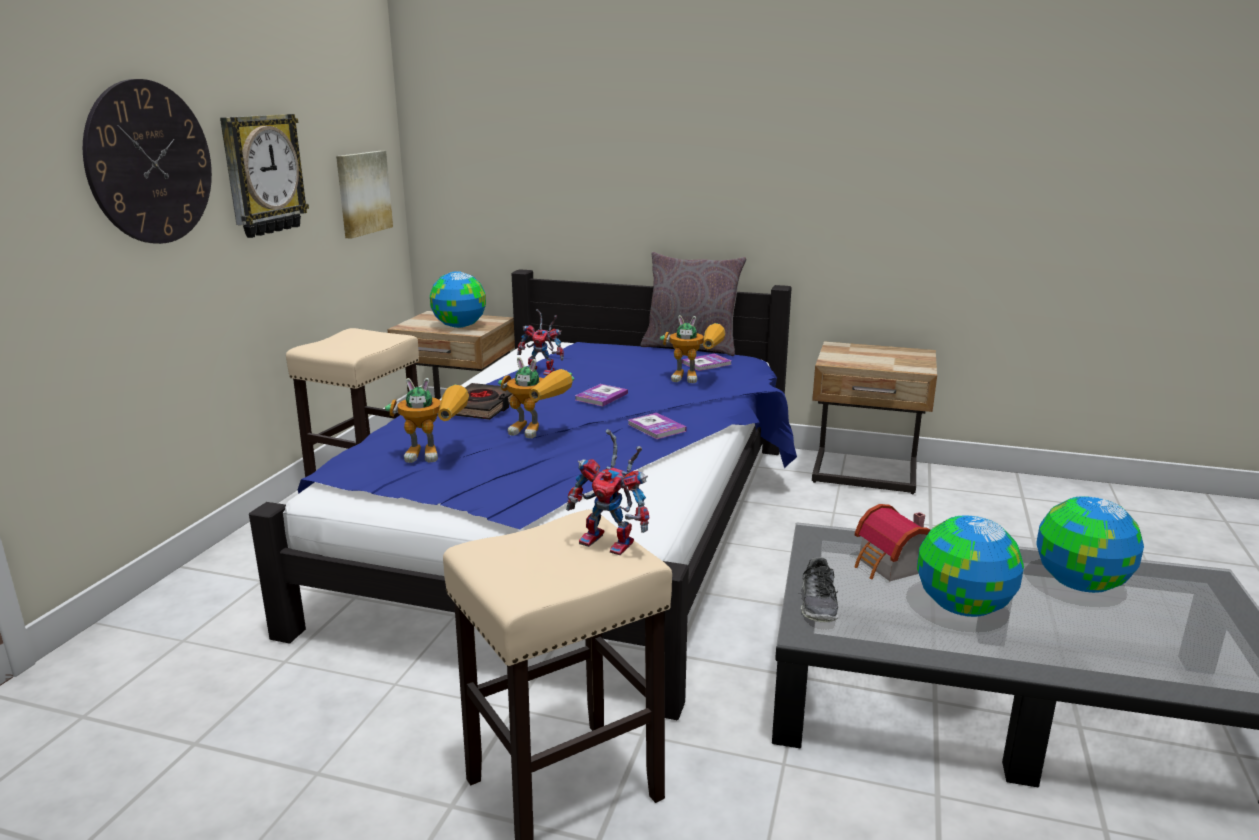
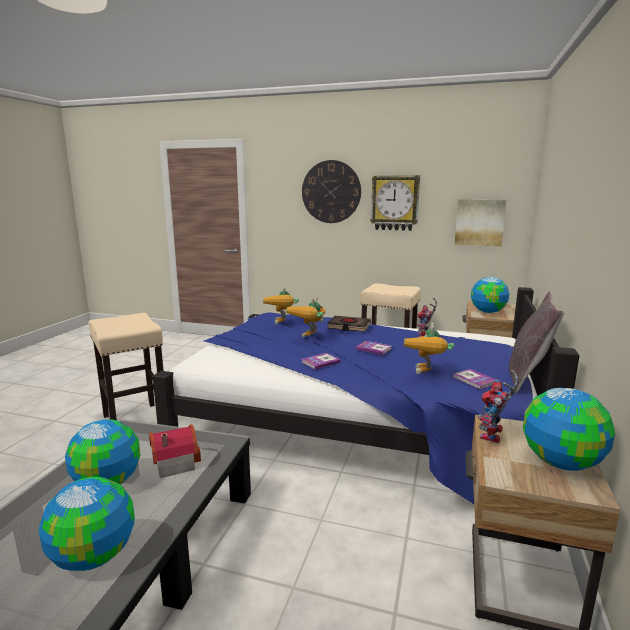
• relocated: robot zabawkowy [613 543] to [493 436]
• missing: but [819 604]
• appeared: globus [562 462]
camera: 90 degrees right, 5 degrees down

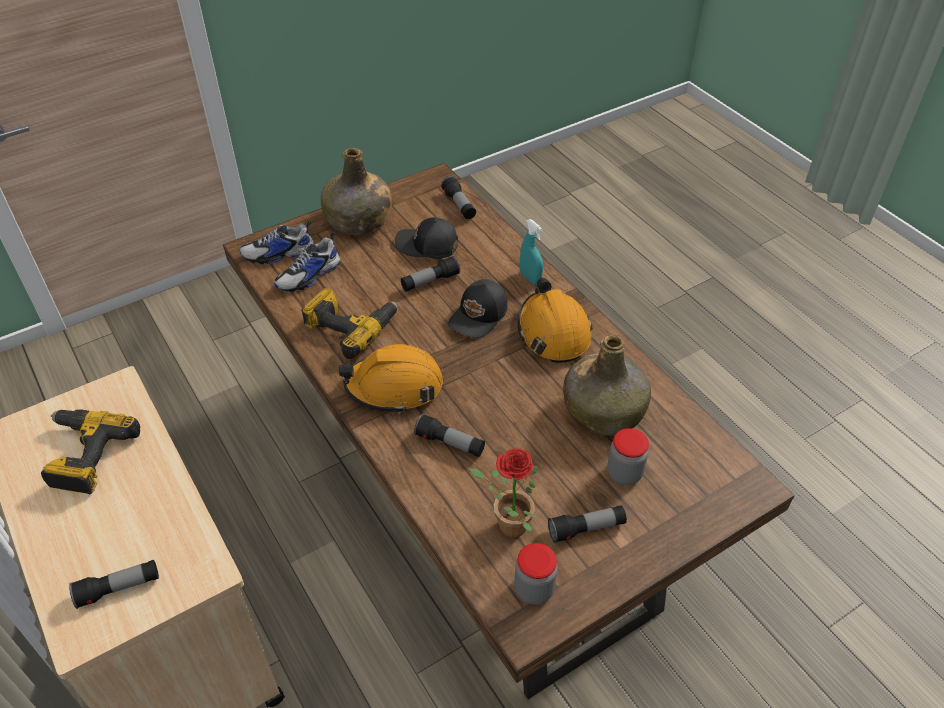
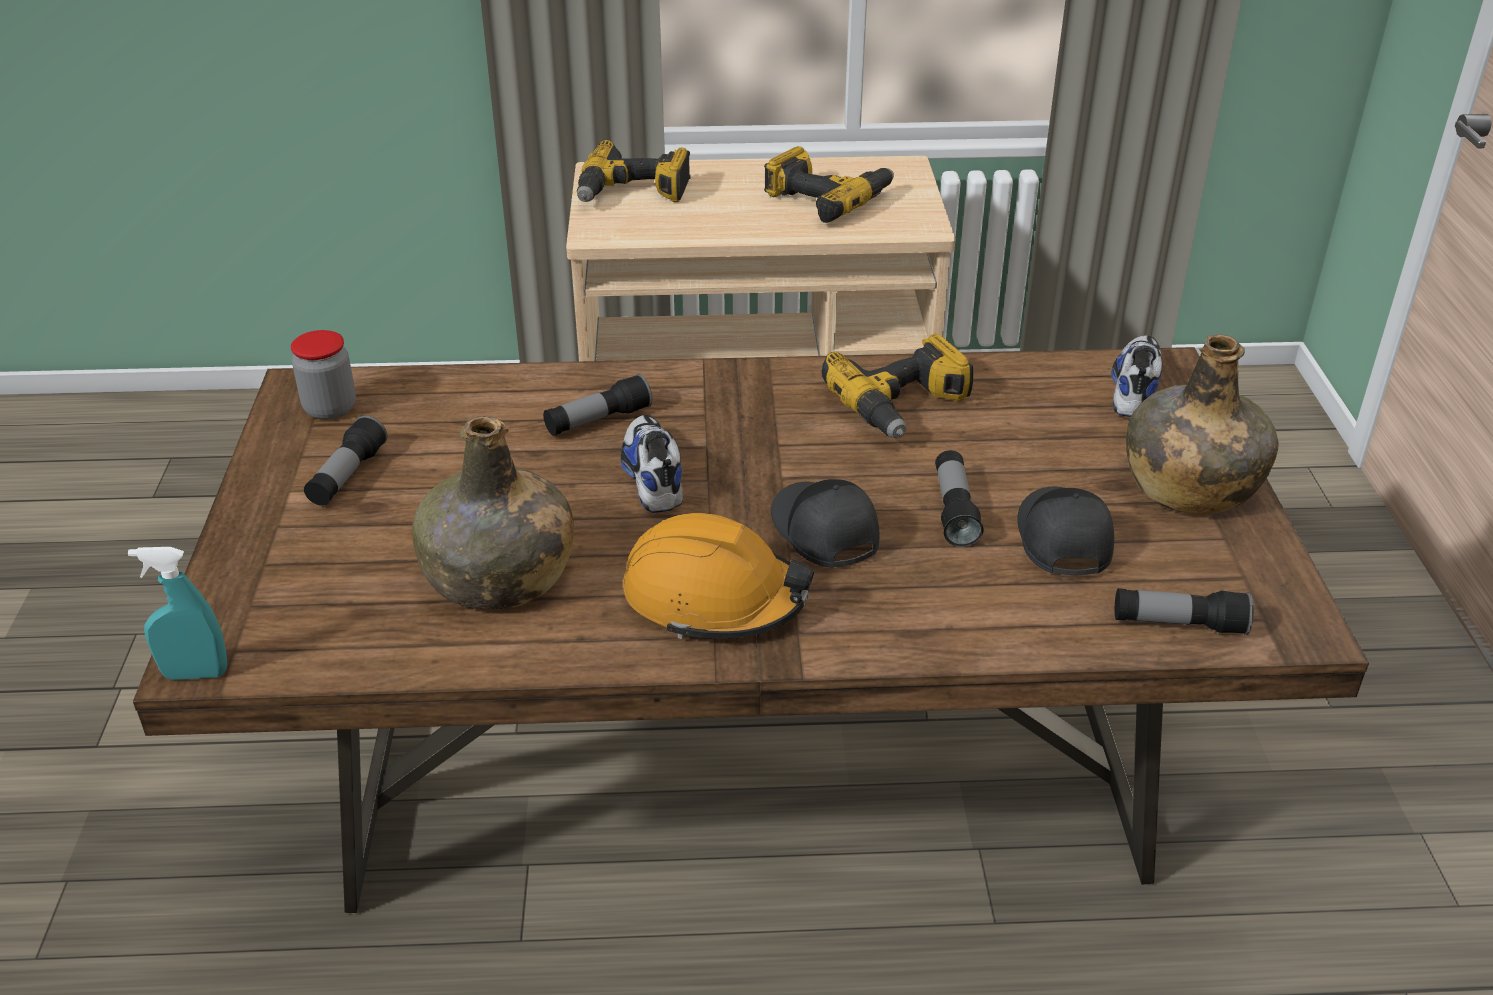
• exchanged: latarka [119 588] to wiertarka [633 193]
• relocated: but [309 276] to [651 475]
• missing: kask [pomarańczowy] [394 386]
• spun: czapka z daszkiem [czarny] [427 246] = [1061 539] 45 degrees counterclockwise
• missing: roślina doniczkowa [506 526]
• relocated: spryskiwacz [turkusowy] [530 278] to [195 674]
• missing: słoik [624 473]
camera: 120 degrees right, 10 degrees down

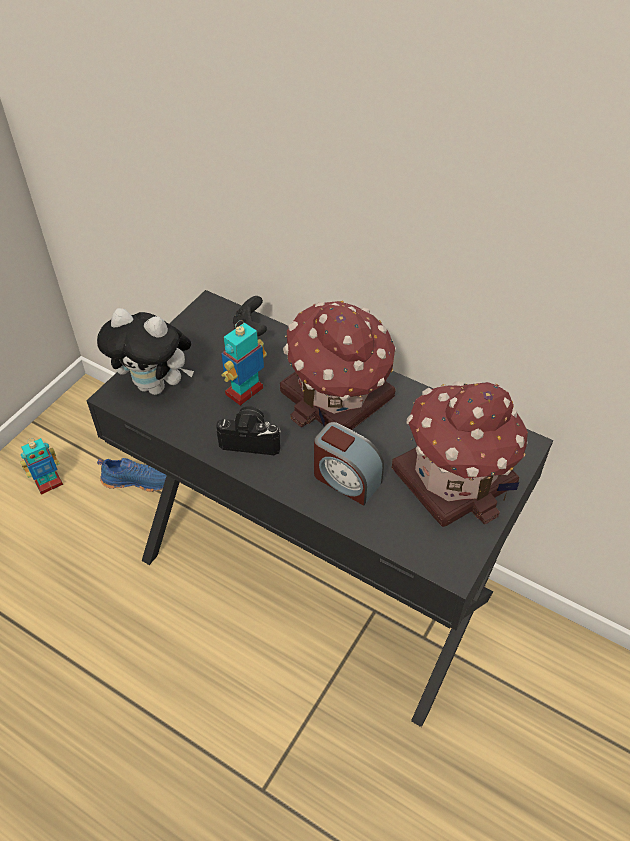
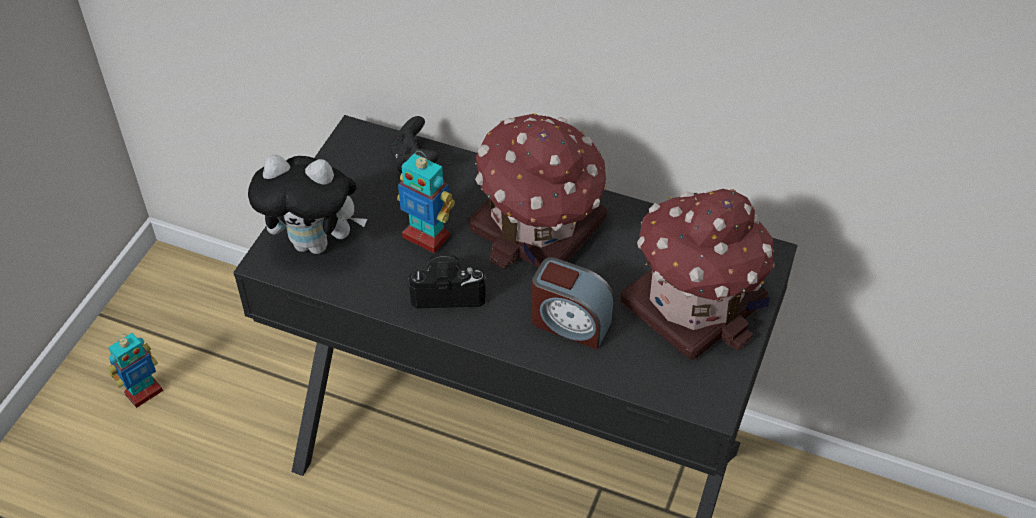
• missing: but [niebieski] [138 480]
• spun: robot zabawkowy [245 392] = [426 236] 90 degrees counterclockwise
camera: 10 degrees left, 0 degrees up

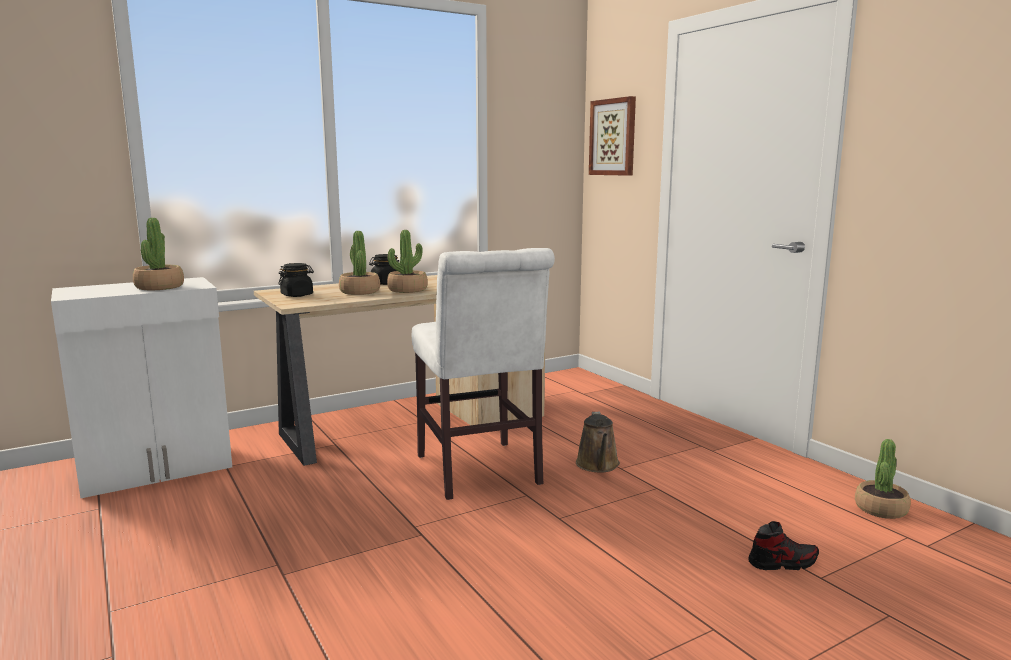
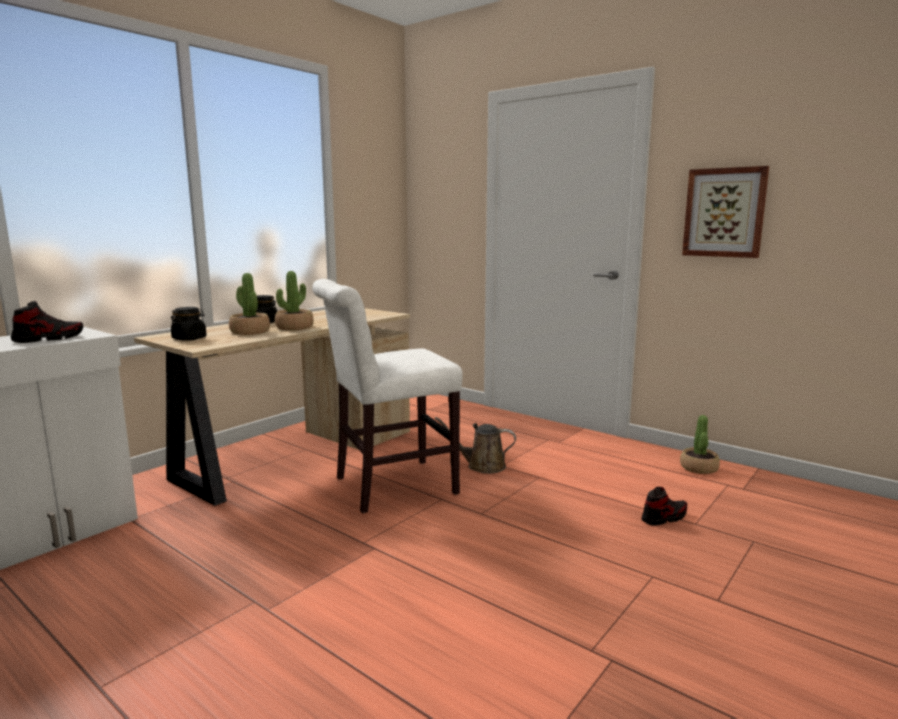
• exchanged: roślina doniczkowa [159 287] to but [49 339]
• spun: krzesło [biały] [480 473] = [389 487] 105 degrees clockwise
• spun: konewka [brązowy] [598 465] = [482 466] 120 degrees clockwise
• relocated: obraz [613 137] to [724 212]
camera: 20 degrees left, 0 degrees up

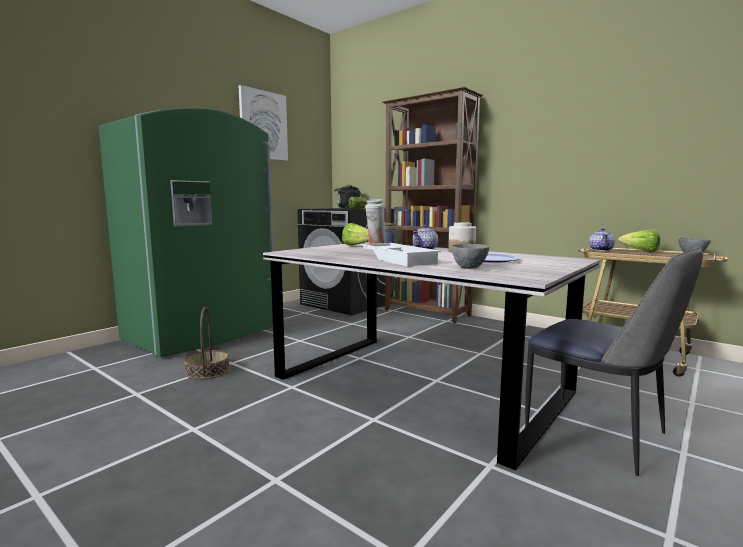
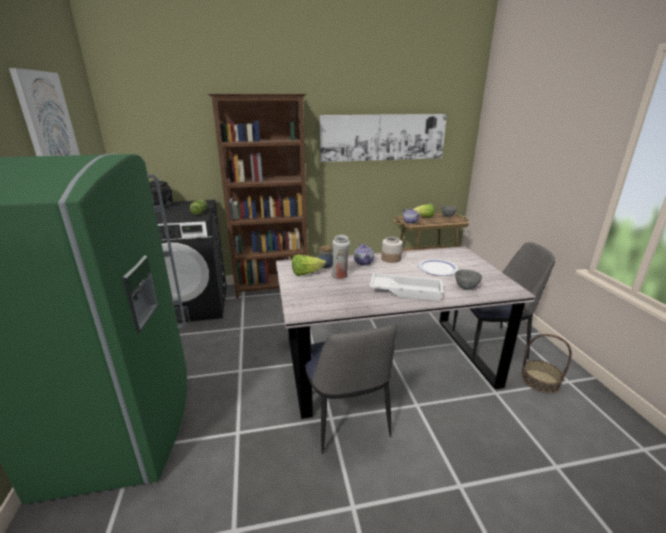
• relocated: koszyk [208 371] to [540 381]
• appeared: krzesło [346 419]
• appeared: obraz [383 137]
camera: 50 degrees left, 15 degrees up

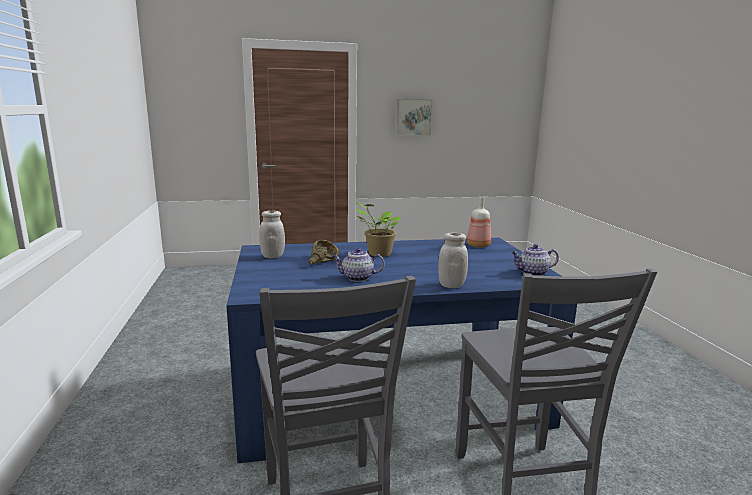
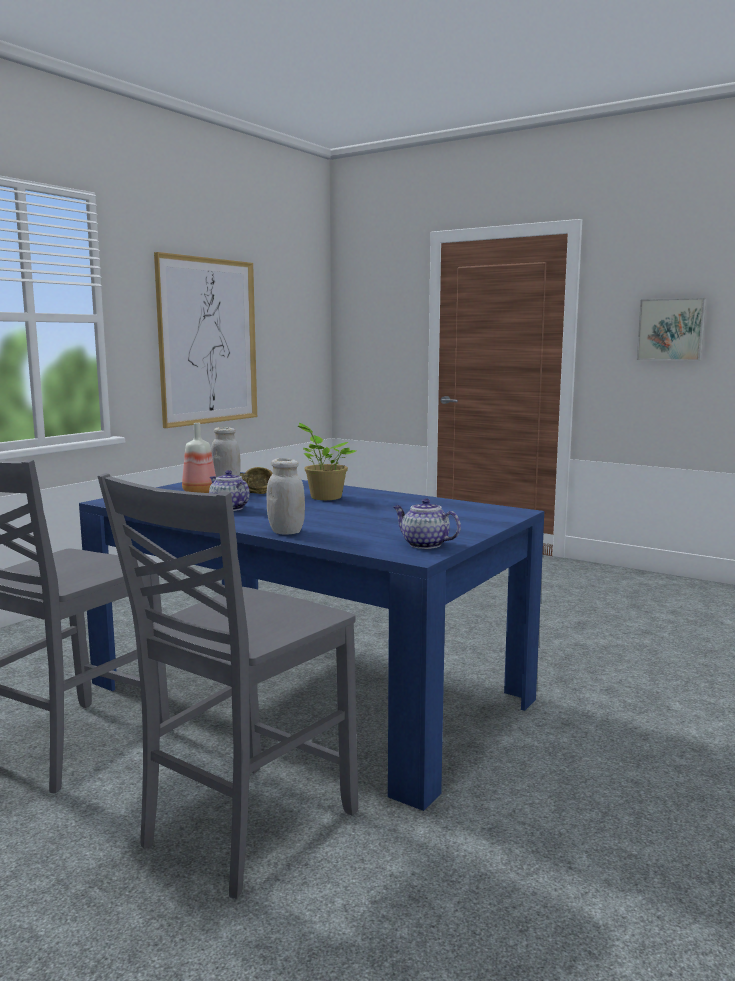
• relocated: butelka [479 245] to [200 492]
• appeared: obraz [208 341]
camera: 45 degrees right, 5 degrees down

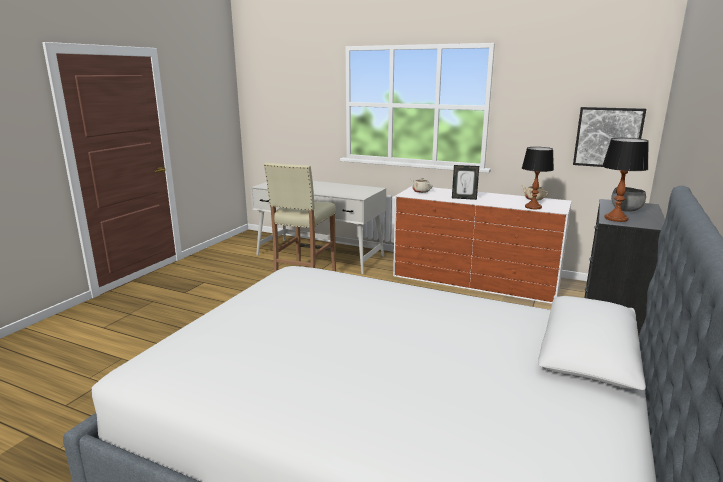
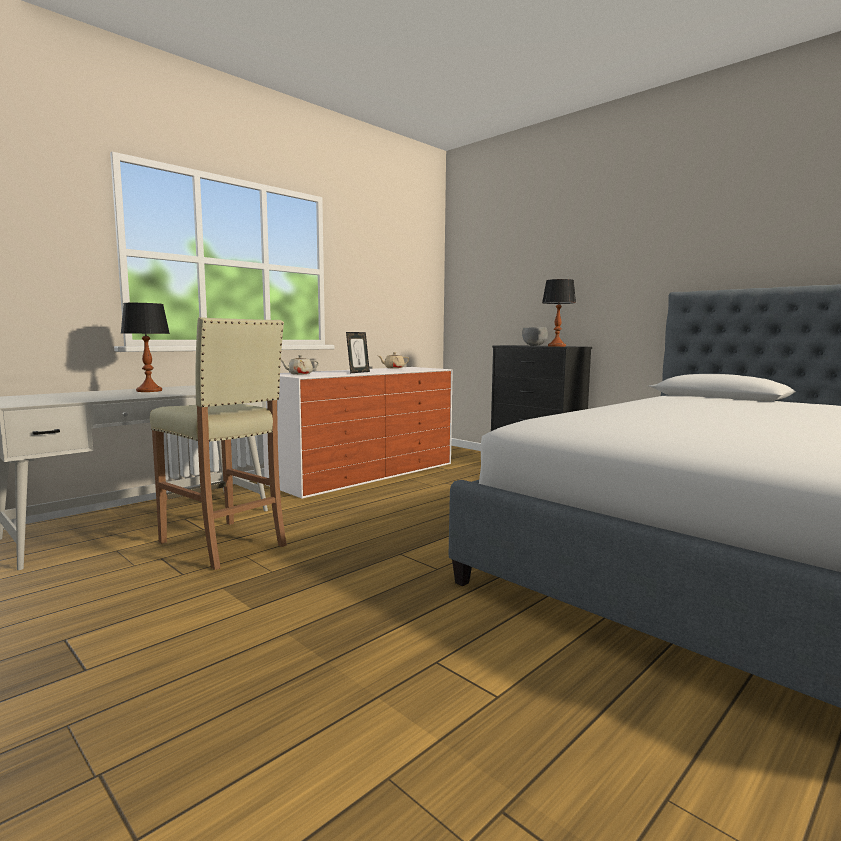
• relocated: lampa stołowa [533 207] to [149 391]
• missing: obraz [608 137]
camera: 70 degrees left, 10 degrees down

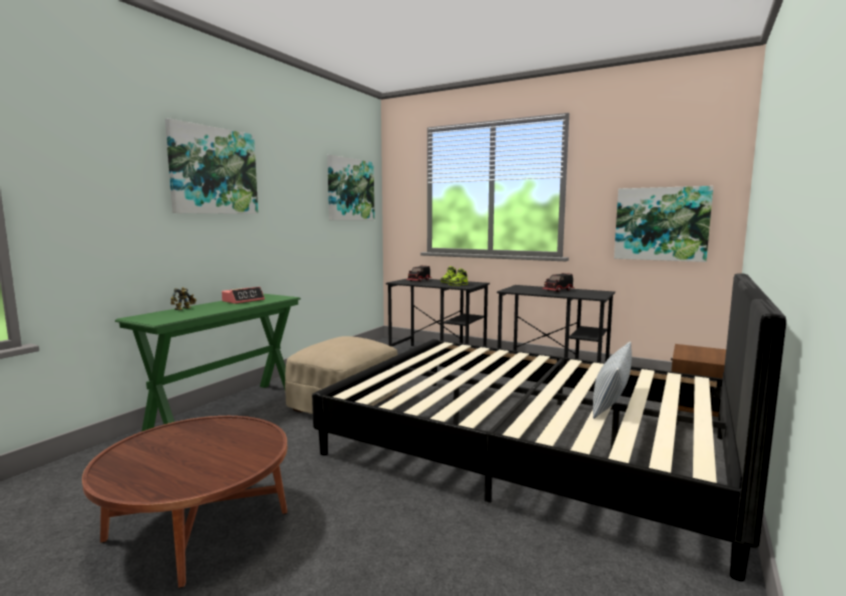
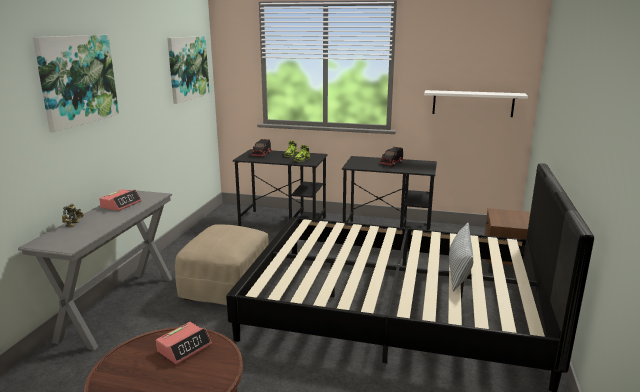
• colour: stolik konsolowy [zielony] [226 409] to stolik konsolowy [szary] [119 307]
• exchanged: obraz [661 224] to półka [biały] [473 103]
• appeared: budzik [184 348]
camera: 15 degrees left, 10 degrees up

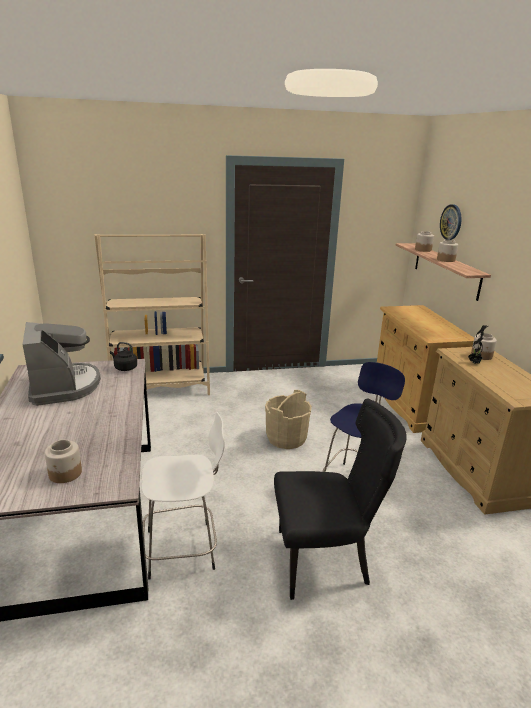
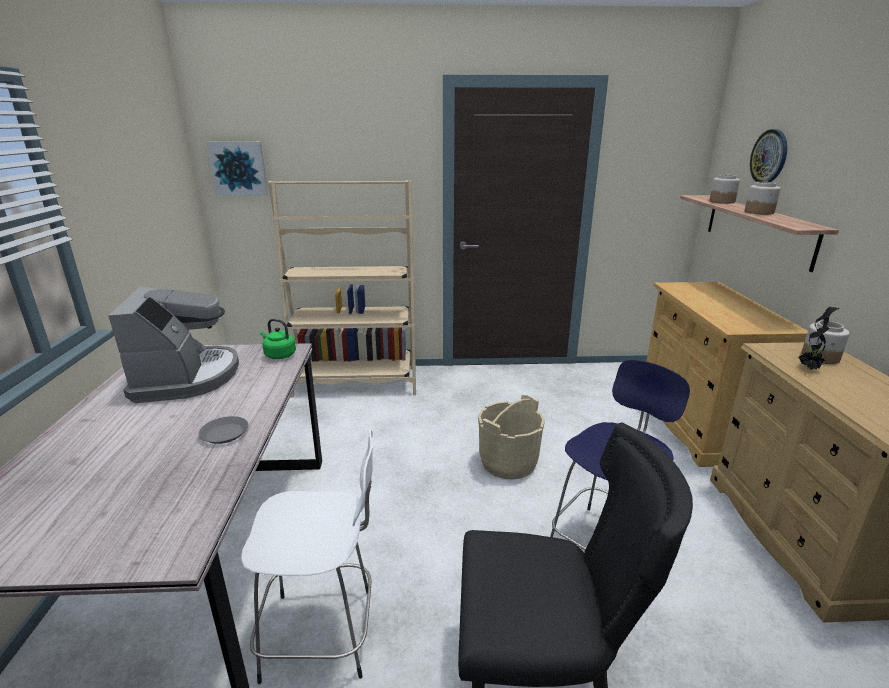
• missing: słoik [65 474]
• colour: czajnik [czarny] [124 368] to czajnik [zielony] [279 355]
• appeared: talerz [szary] [224 433]
• appeared: obraz [239 168]
camera: 10 degrees right, 0 degrees up

